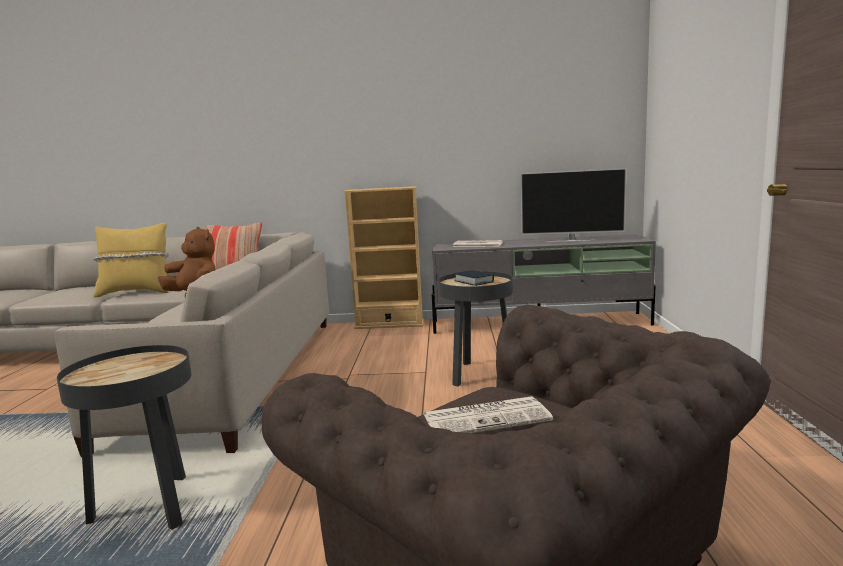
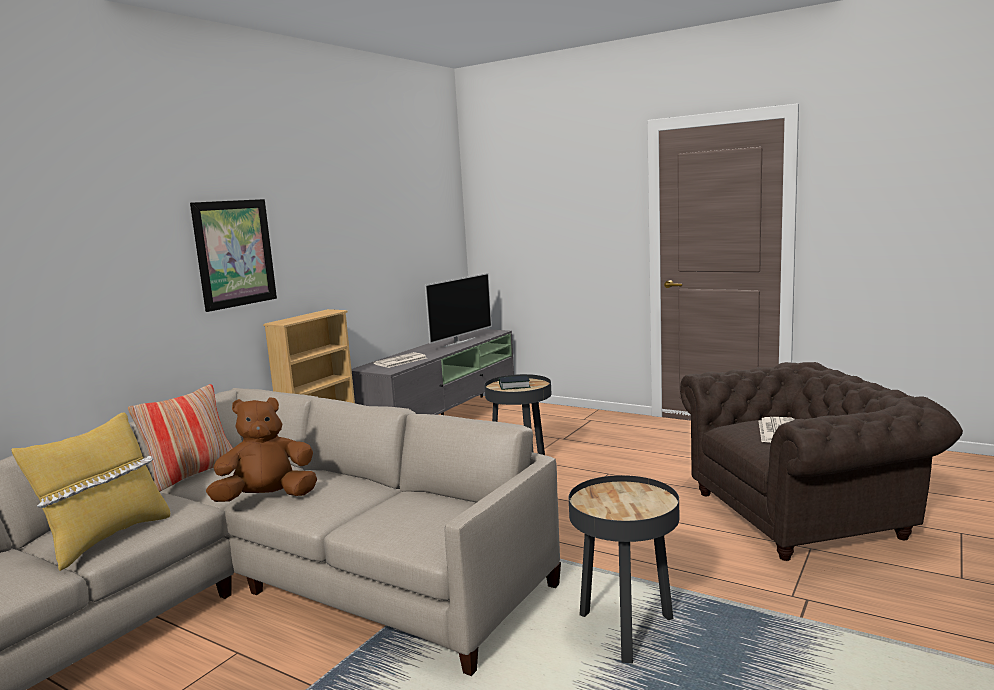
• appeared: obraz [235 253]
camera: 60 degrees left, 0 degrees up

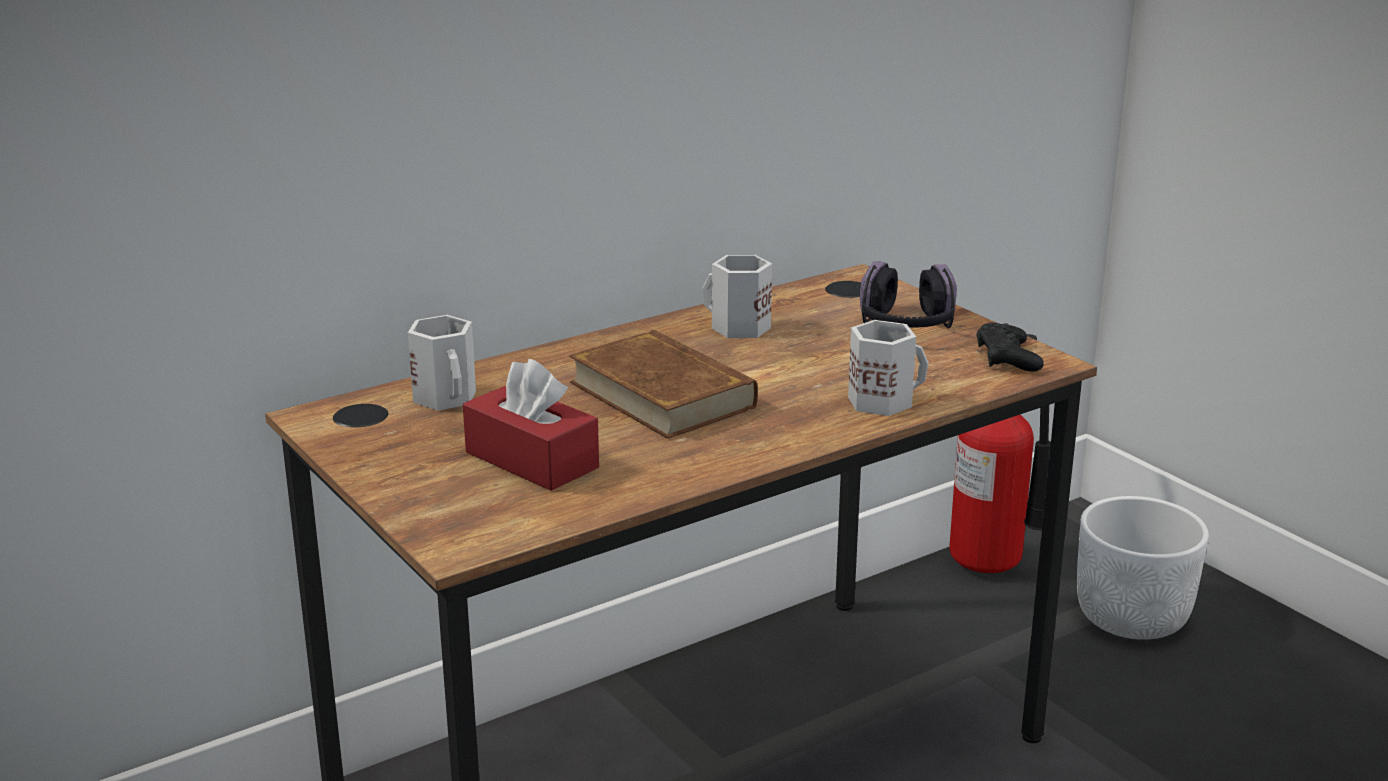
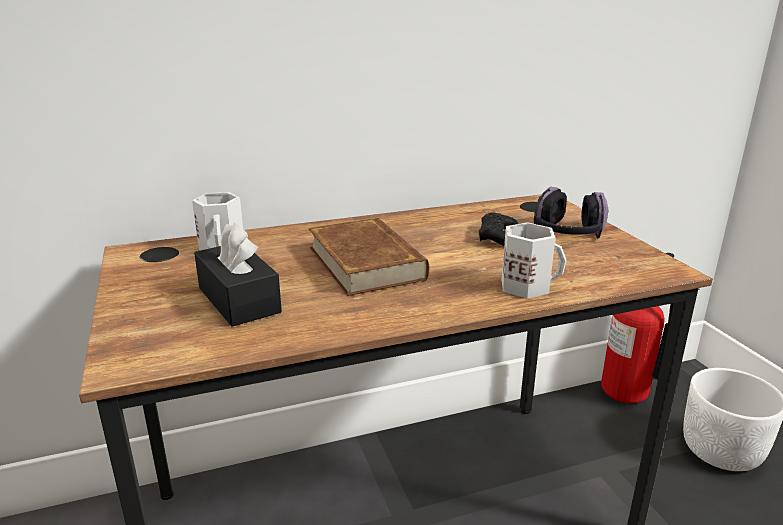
• colour: pudełko chusteczek [czerwony] [531 460] to pudełko chusteczek [czarny] [239 300]
• missing: kubek [biały] [737 328]
• relocated: pad do gier [czarny] [1007 358] to [498 237]
camera: 15 degrees right, 0 degrees up

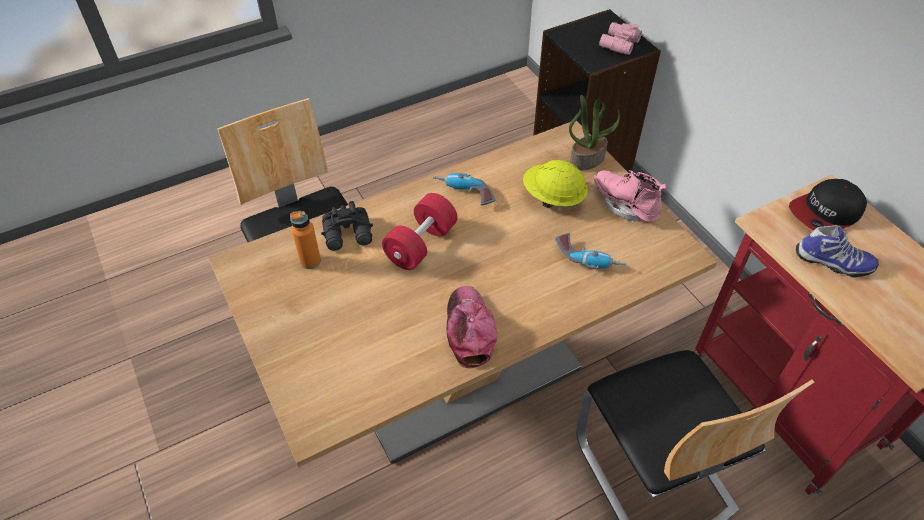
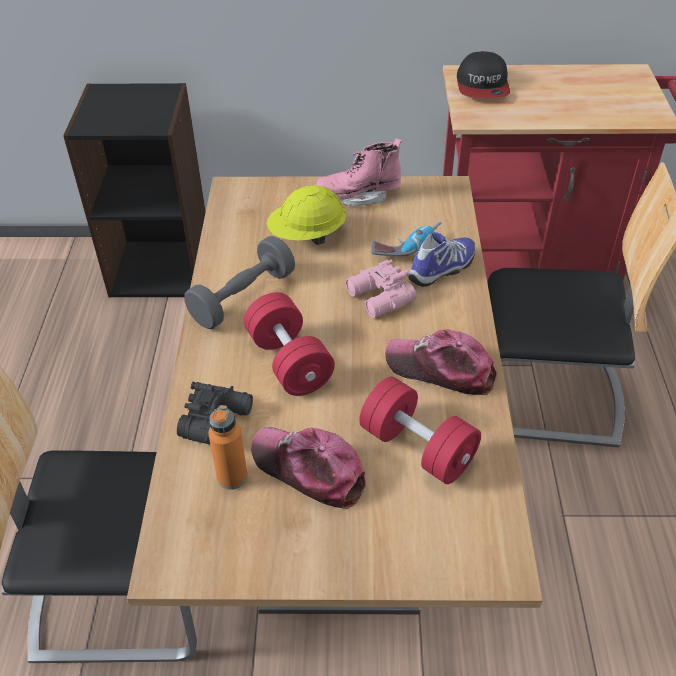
• exchanged: wiertarka [464 194] to hantel [szary] [243 297]
• missing: roślina doniczkowa [587 159]
• relocated: lornetka [różowy] [618 44] to [379 298]
• relocated: but [833 263] to [443 269]
• appeared: czapka z daszkiem [309 470]
• appeared: hantel [czerwony] [417 447]
camera: 60 degrees left, 5 degrees down

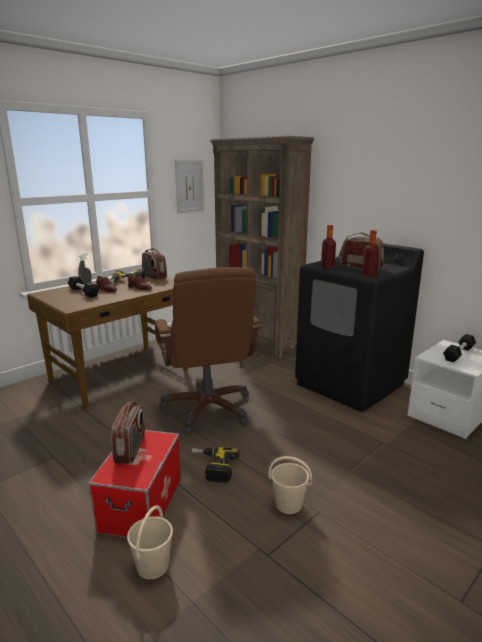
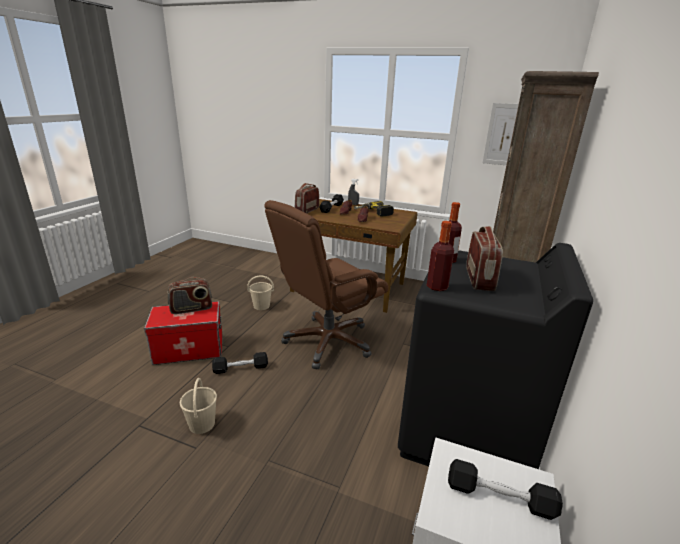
• relocated: wiadro [beżowy] [153 565] to [262 306]
• relocated: radio [154 276] to [307 210]
• exchanged: wiertarka [212 467] to hantel [czarny] [241 368]
camera: 65 degrees right, 5 degrees up

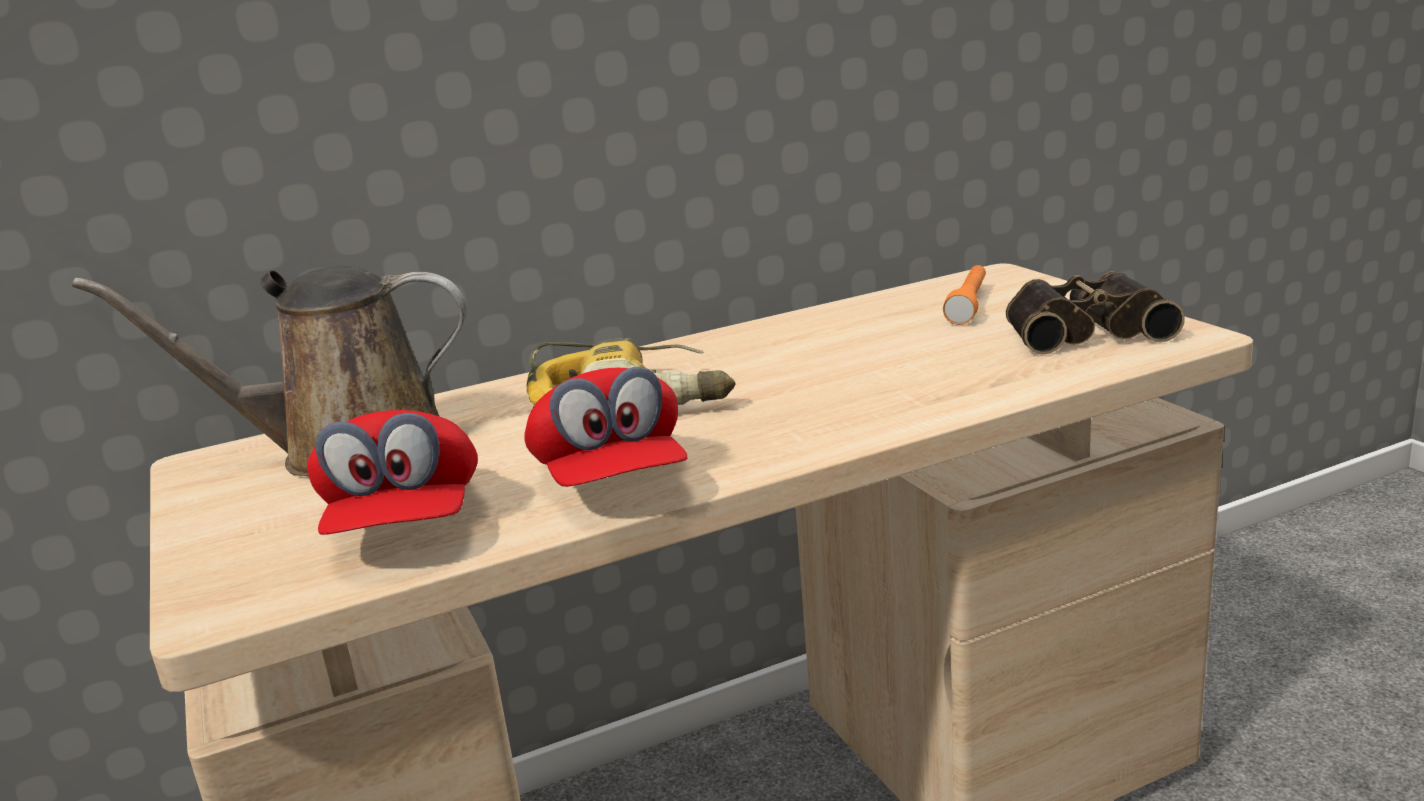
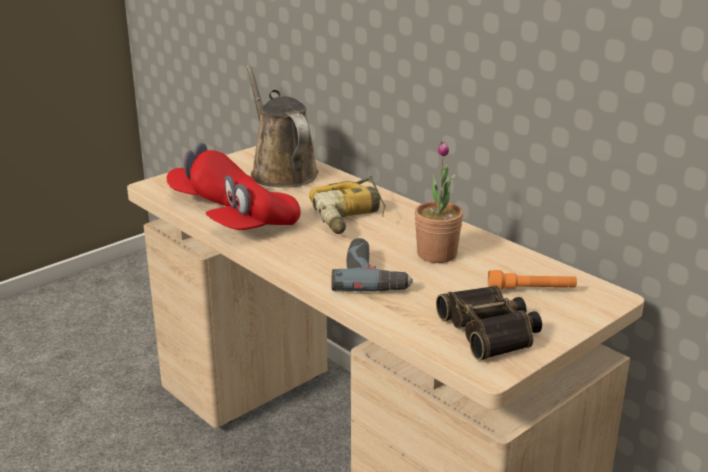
• spun: czapka z daszkiem [czerwony] [405 526] = [213 199] 45 degrees clockwise
• appeared: wiertarka [372 275]
• appeared: roślina doniczkowa [437 254]
camera: 70 degrees right, 5 degrees up

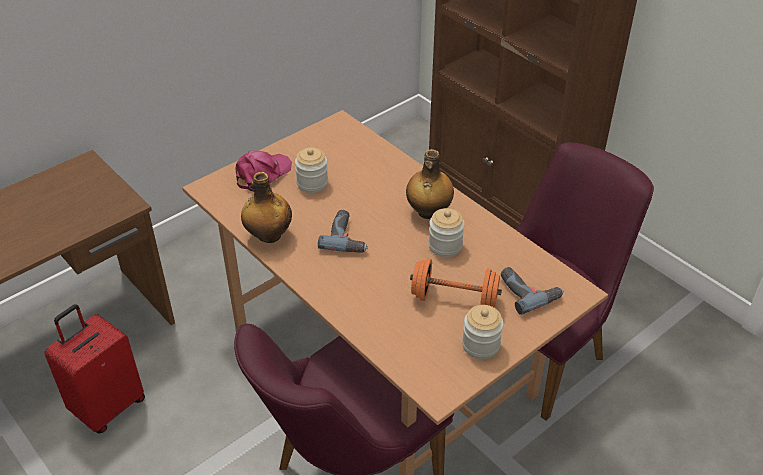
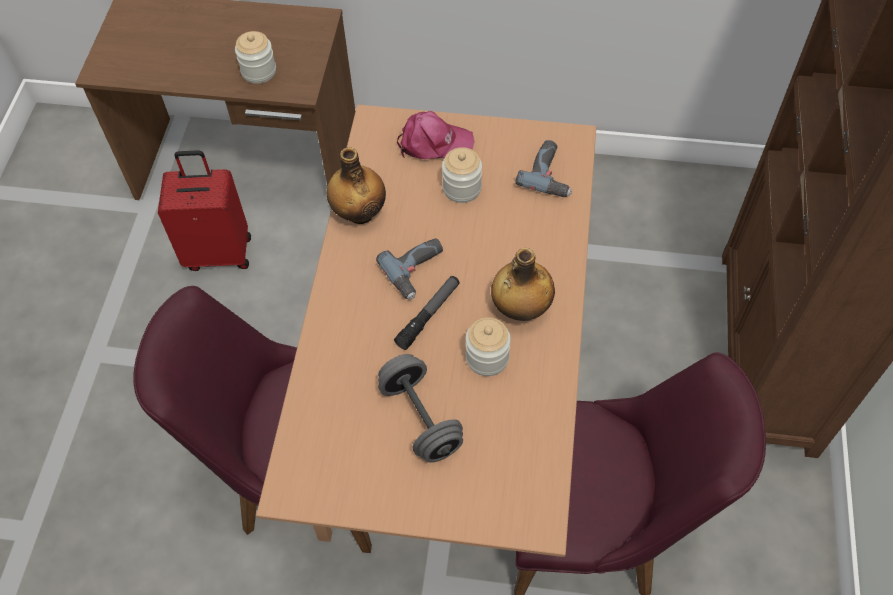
• colour: hantel [pomarańczowy] [454 299] to hantel [szary] [420 418]
• relocated: słoik [481 345] to [259 71]
• relocated: wiertarka [528 291] to [550 174]
• appeared: latarka [428 315]
camera: 50 degrees right, 15 degrees up

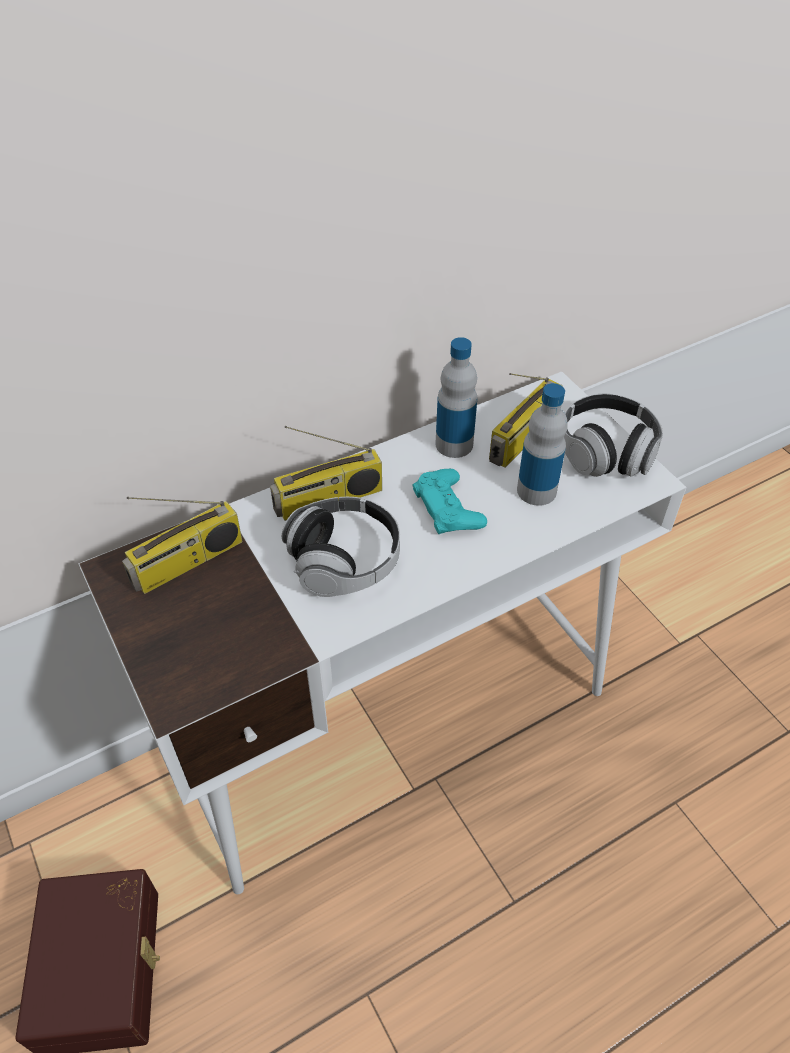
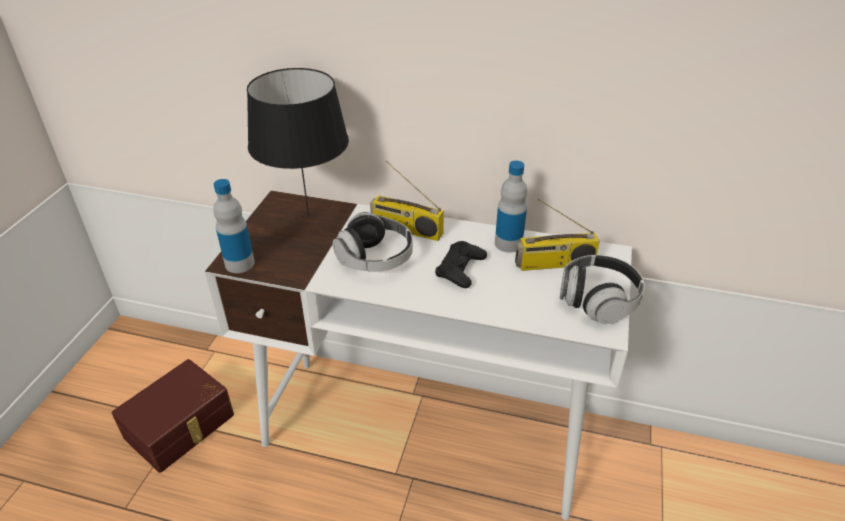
• exchanged: radio [187 563] to lampa stołowa [czarny] [309 216]
• colour: pad do gier [turkusowy] [448 508] to pad do gier [czarny] [461 269]
• relocated: butelka [536 490] to [239 263]
camera: 45 degrees right, 10 degrees down

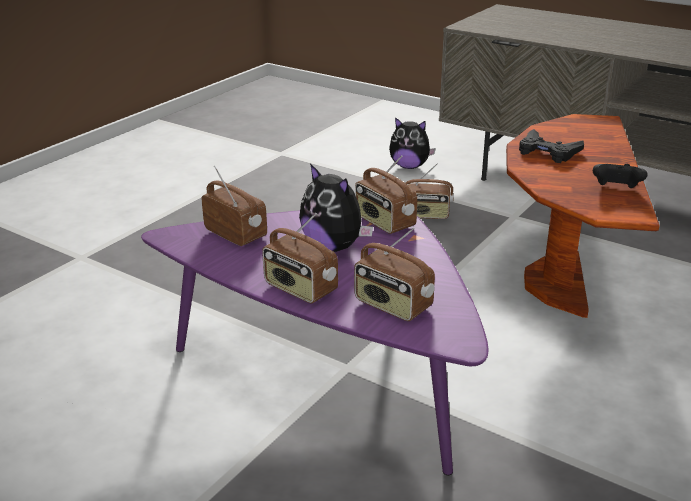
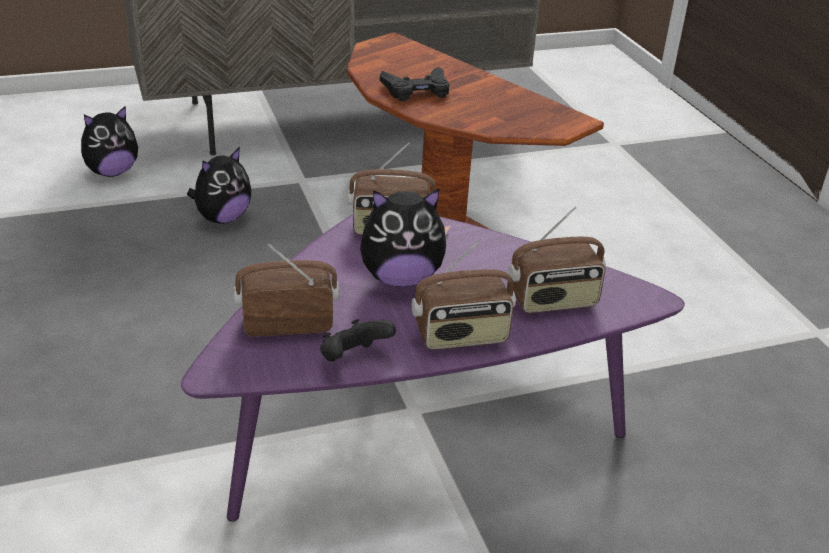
• exchanged: radio [426 215] to pluszak [222 218]
• relocated: pad do gier [czarny] [616 189] to [353 359]
camera: 55 degrees left, 5 degrees up

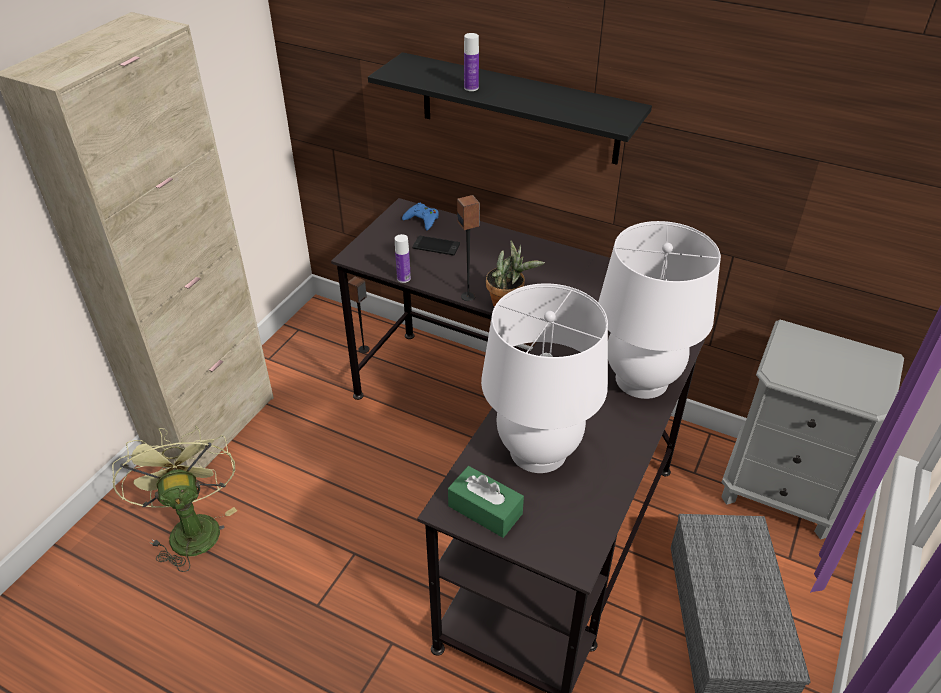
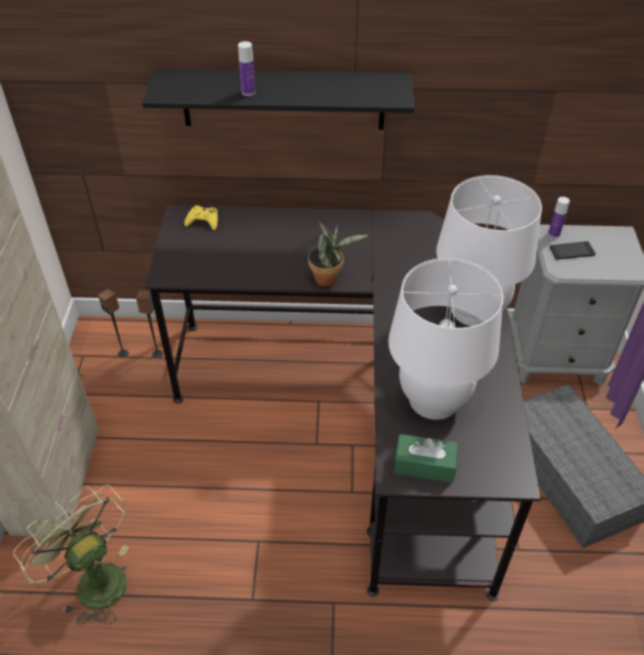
• relocated: butelka [404 278] to [554 234]
• colour: pad do gier [niebieski] [422 220] to pad do gier [żółty] [203 221]
• relocated: telefon [436 246] to [572 251]
• relocated: głośnik [468 296] to [123 353]
camera: 25 degrees left, 5 degrees up

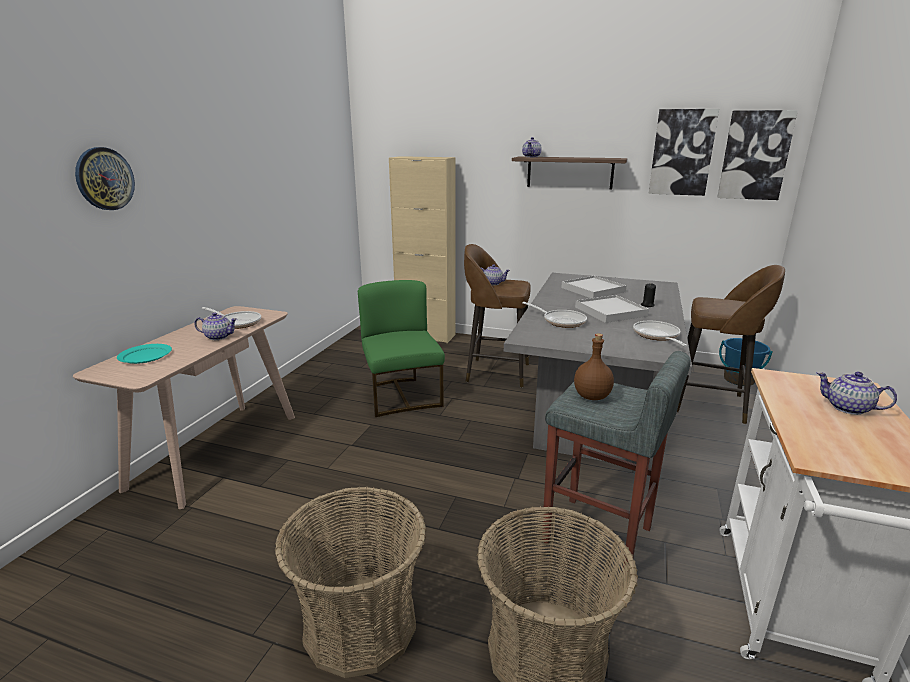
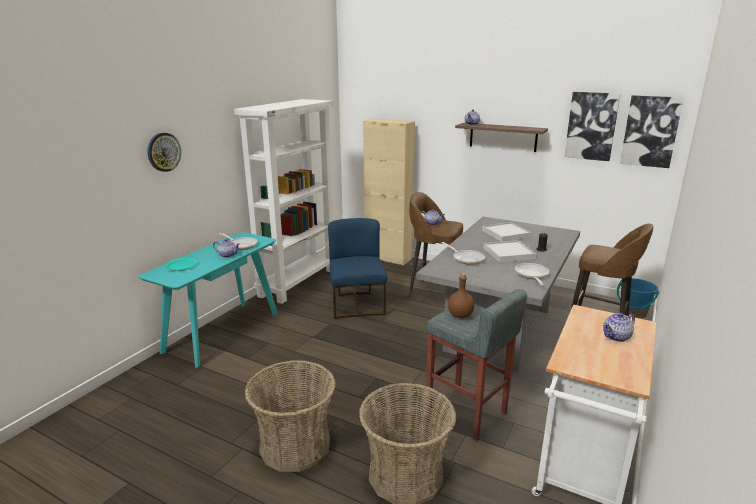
• colour: stolik konsolowy [beżowy] [216 450] to stolik konsolowy [turkusowy] [222 332]
• colour: krzesło [zielony] [402 396] to krzesło [niebieski] [357 305]
• spun: imbryk [848 408] = [617 337] 75 degrees counterclockwise
• appeared: regał [biały] [298 282]
camera: 10 degrees right, 0 degrees up

